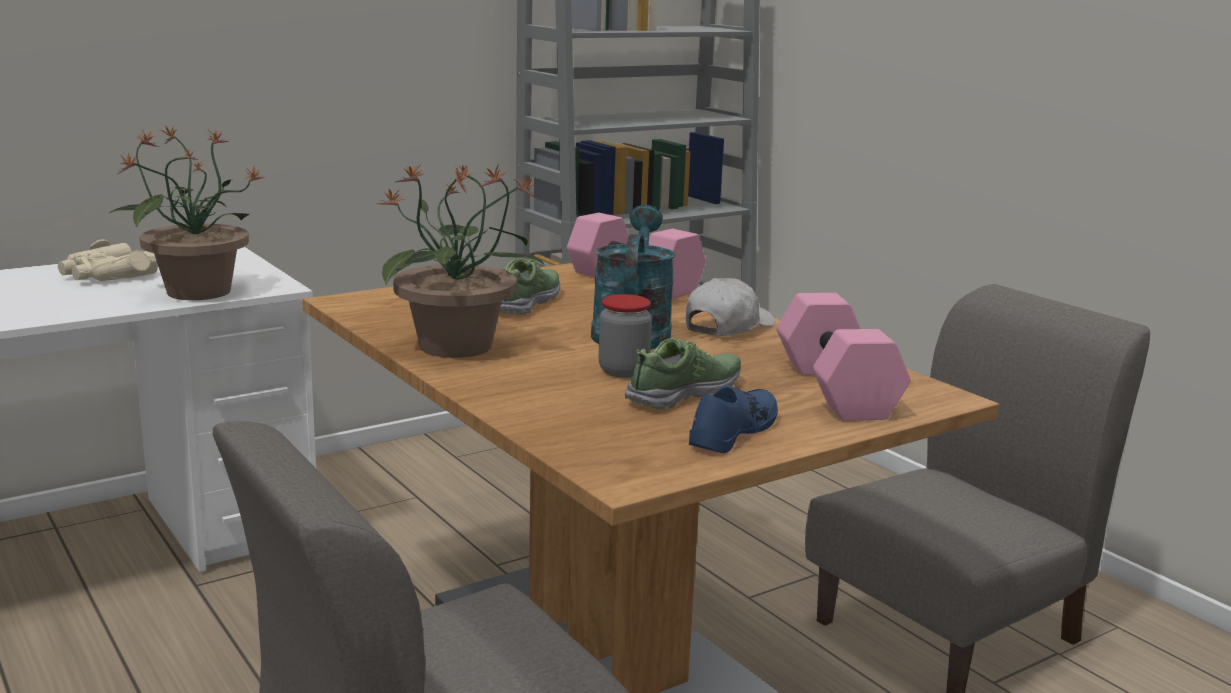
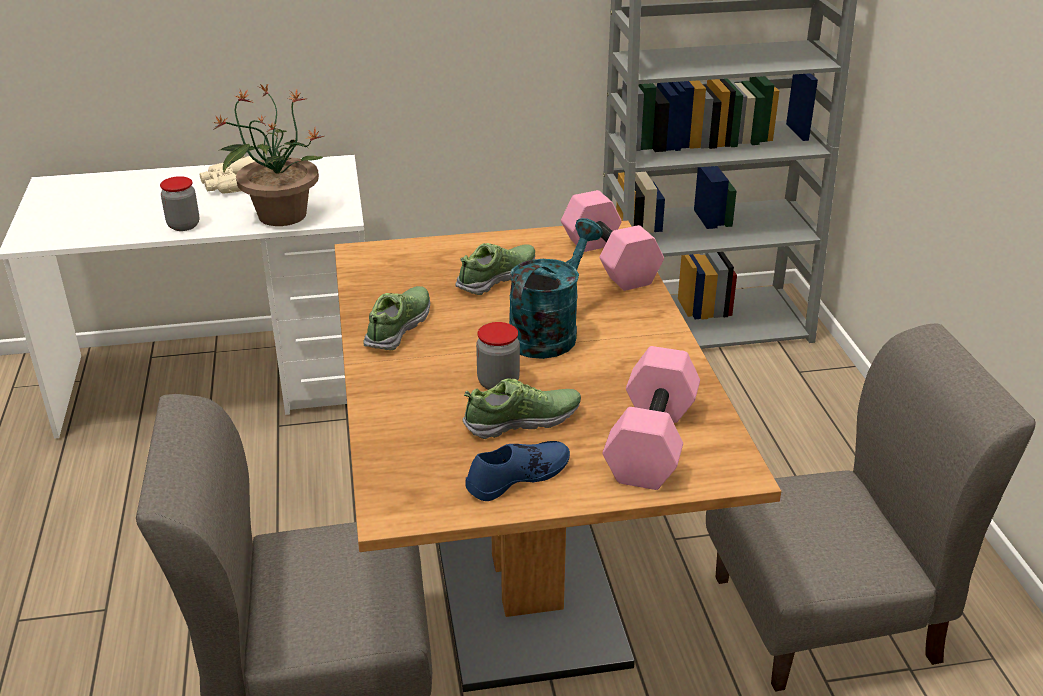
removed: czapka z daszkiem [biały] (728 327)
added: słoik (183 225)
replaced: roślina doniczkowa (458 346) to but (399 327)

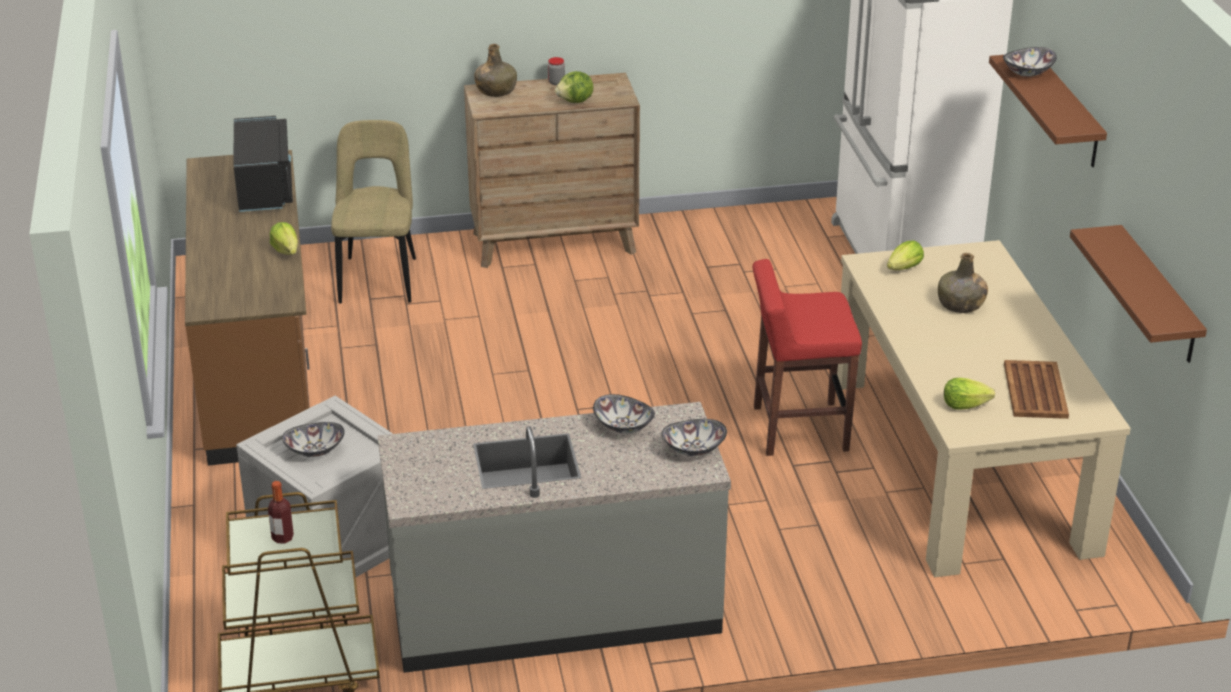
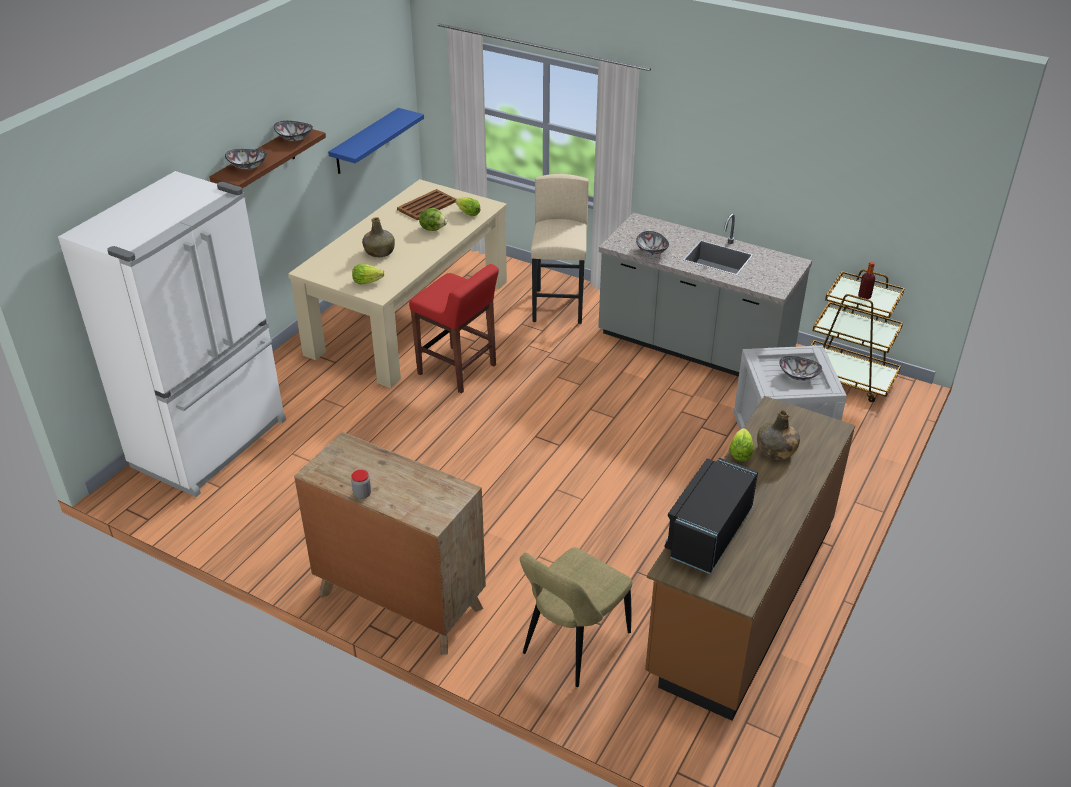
added: stołek [beżowy] (559 306)
moved: butelka [zielony] (496 91) to (775 450); sałata (575 101) to (433 228); miska (693 449) to (294 138)
recoloured: półka [brązowy] (1158 296) to półka [niebieski] (365 142)

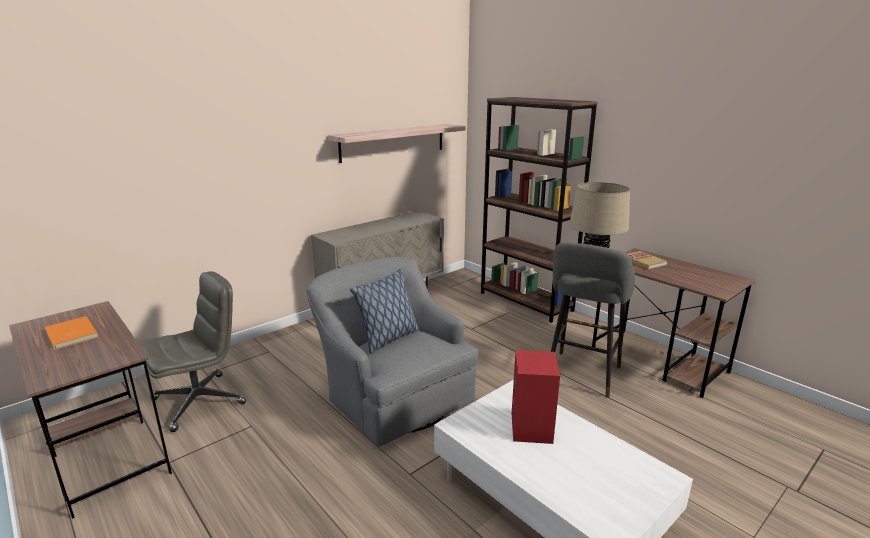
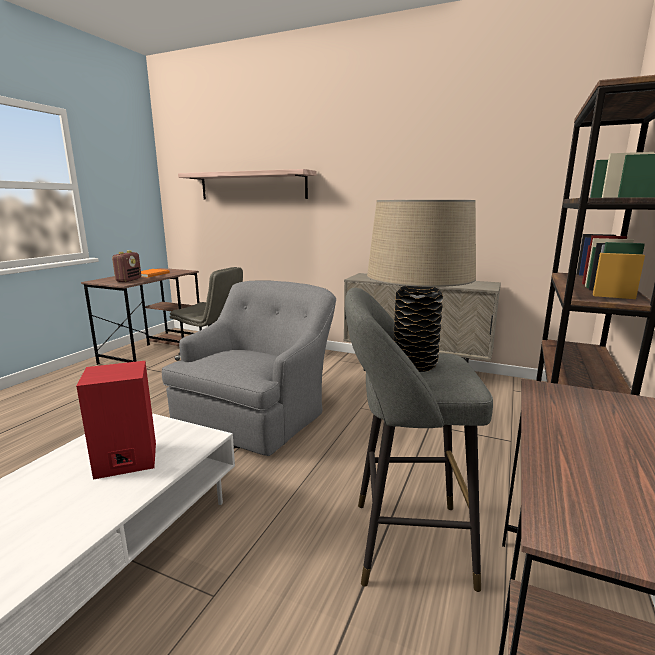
removed: poduszka (388 339); książka (643 262)
added: radio (129 280)
moved: półka (393 142) to (252 186)

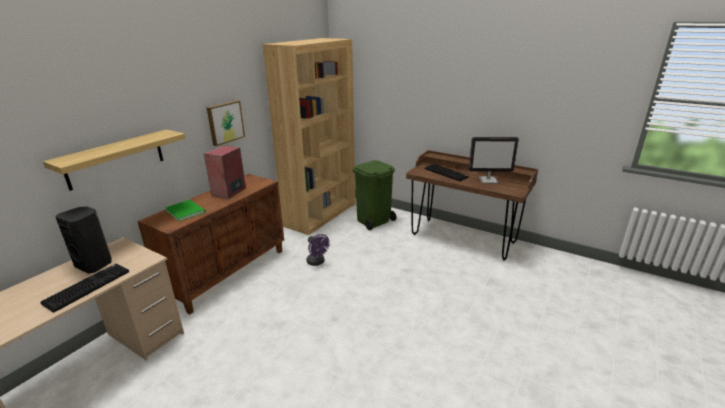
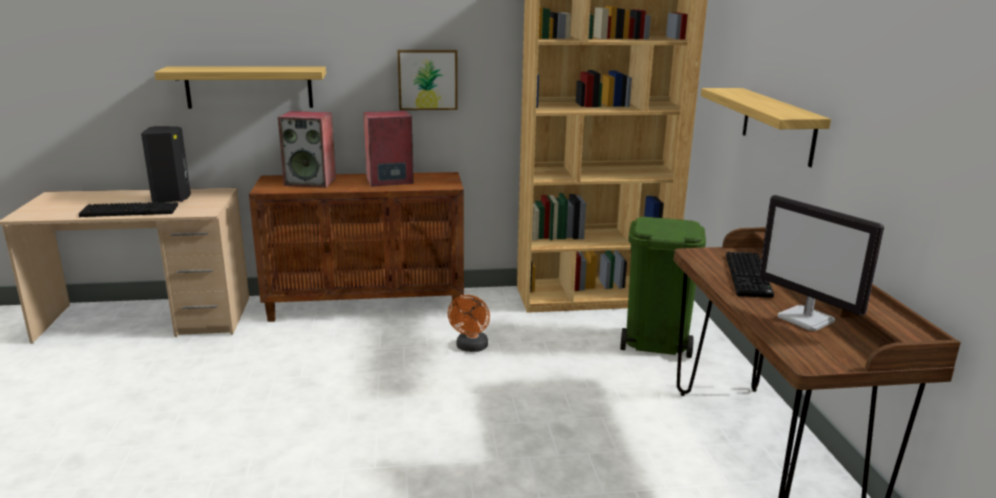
added: półka (778 125)
replaced: książka [zielony] (185 210) to głośnik (311 182)
recoloured: wentylator [fioletowy] (317 262) to wentylator [pomarańczowy] (471 348)

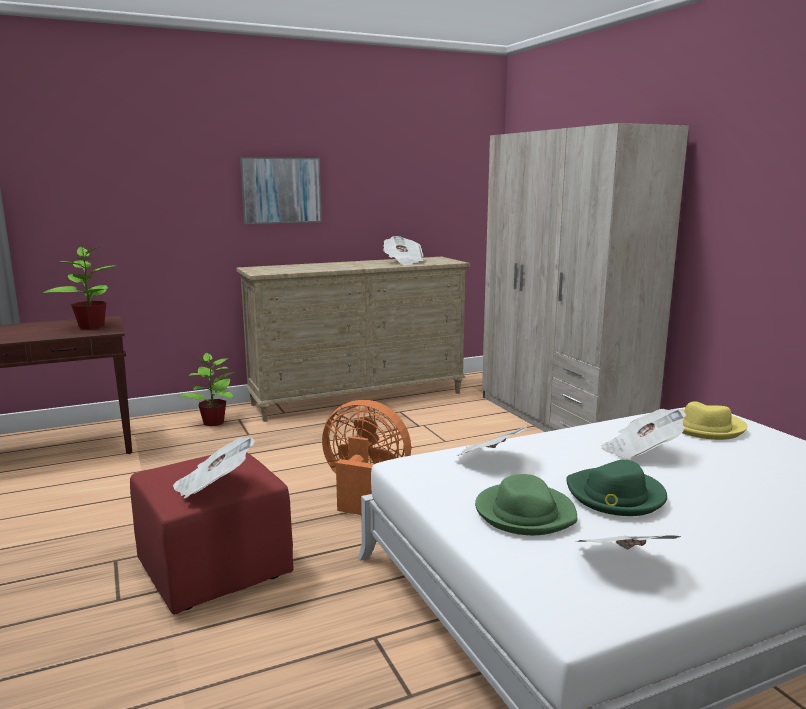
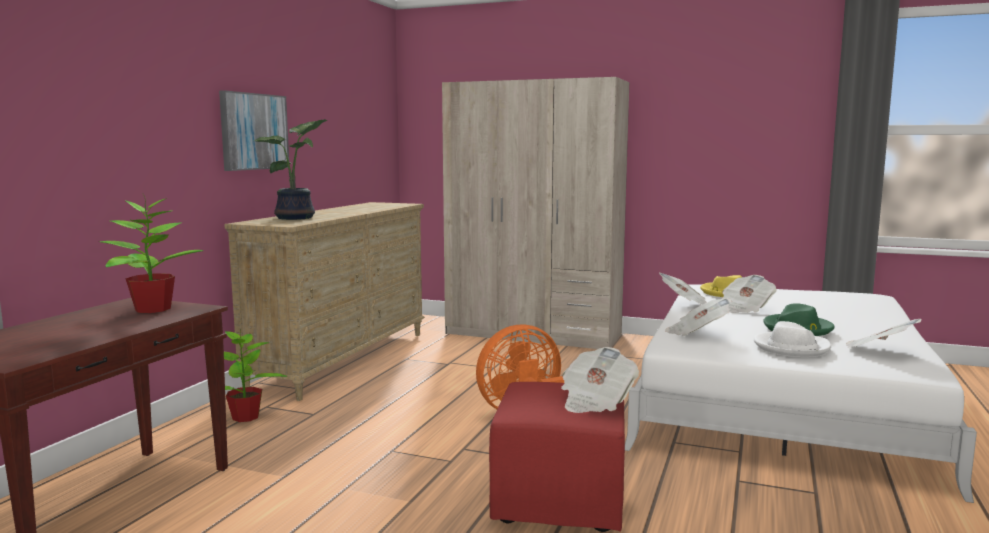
added: roślina doniczkowa (297 218)
moved: gazeta (403 262) to (684 303)
recoloured: kapelusz [zielony] (525 513) to kapelusz [biały] (791 347)

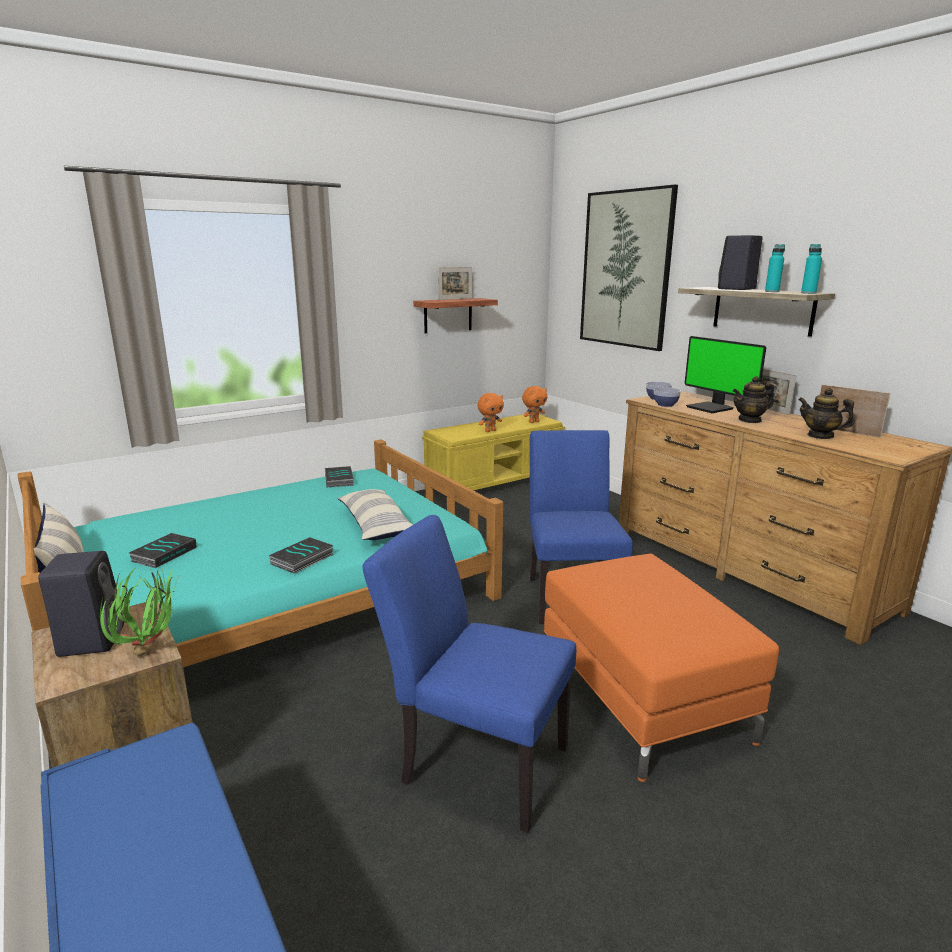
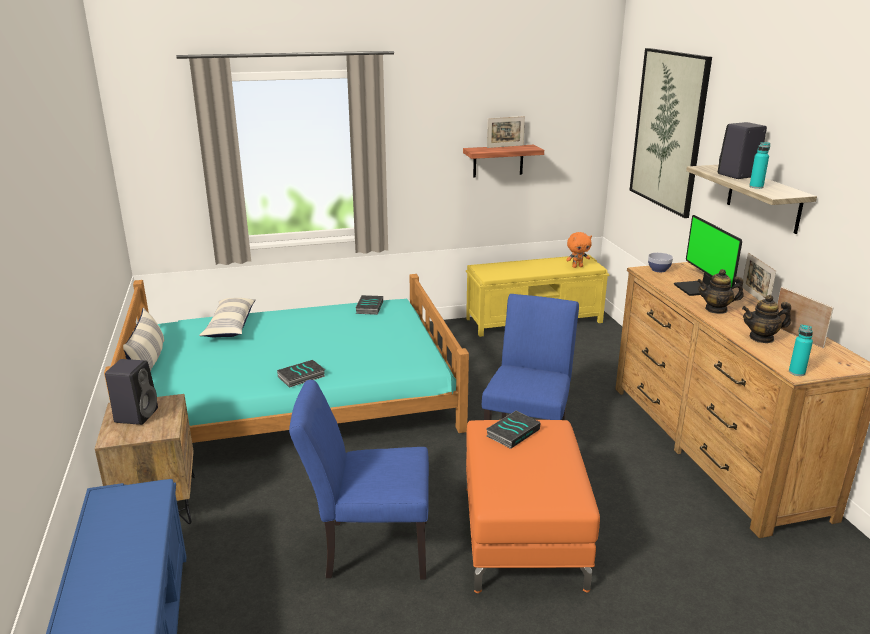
removed: roślina doniczkowa (154 650); pluszak [pomarańczowy] (490 431); miska (665 405)
moved: książka (164 554) to (512 432); poduszka (375 525) to (230 325); butelka [turkusowy] (808 293) to (796 372)
turned: krzesło [niebieski] (473 760) = (368 548) 45 degrees counterclockwise; imbryk (820 436) = (761 338) 60 degrees counterclockwise

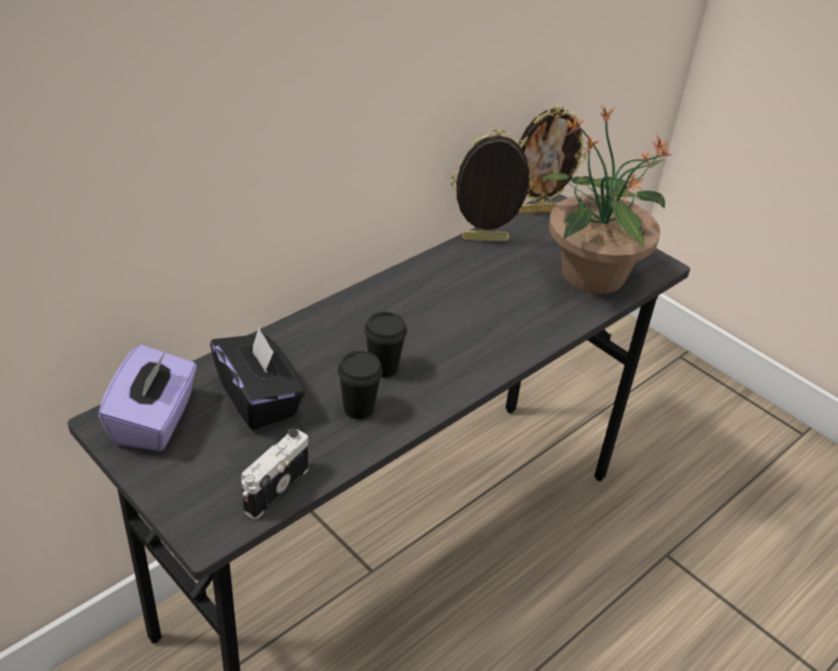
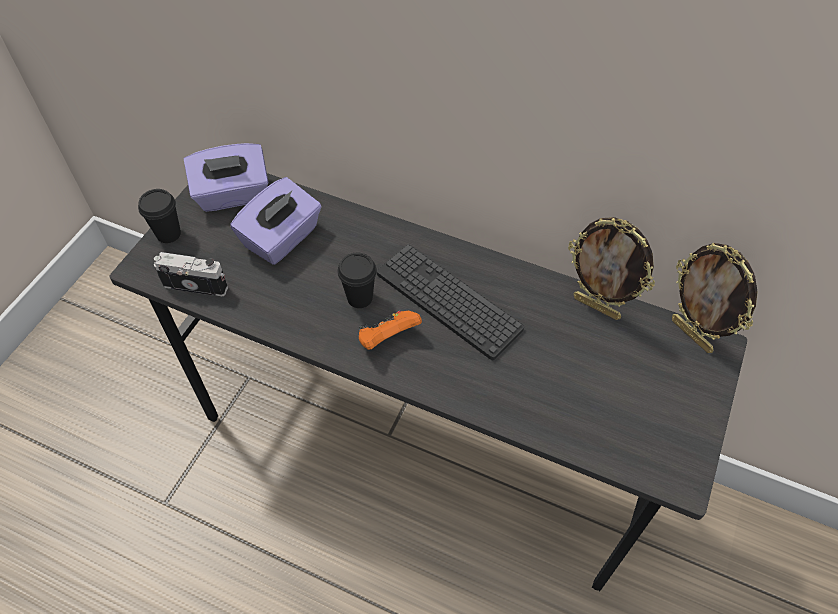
removed: roślina doniczkowa (591 275)
added: pad do gier [pomarańczowy] (387 339); klawiatura (448 301)
moved: filiżanka [czarny] (358 409) to (168 234)
recoloured: pudełko chusteczek [czarny] (259 399) to pudełko chusteczek [fioletowy] (282 238)
turned: ramka na zdjęcie (484 241) = (597 307) 150 degrees clockwise

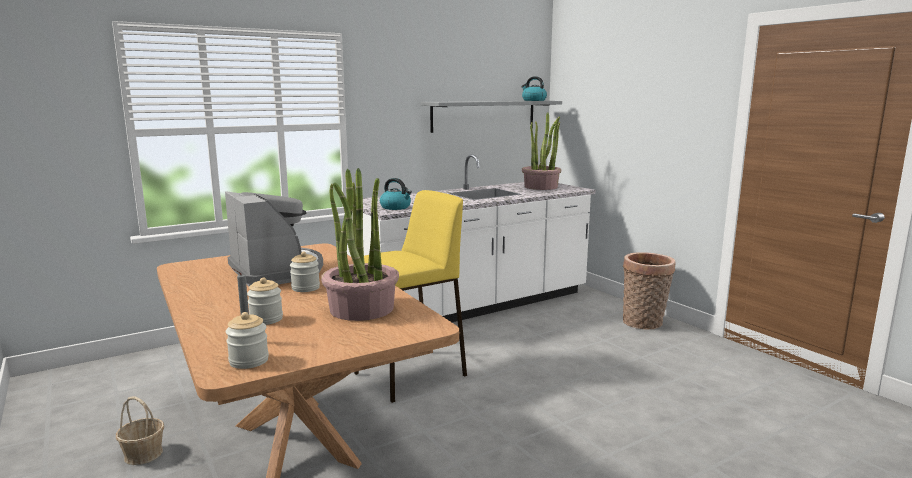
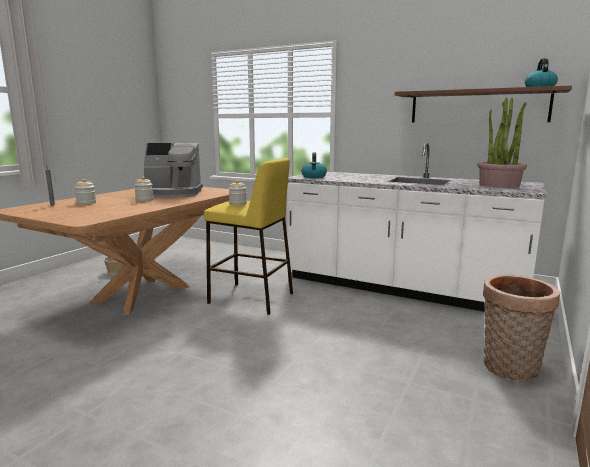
removed: roślina doniczkowa (361 309)
moved: słoik (249 361) to (237 204)
recoloured: półka [szary] (484 115) to półka [brązowy] (478 107)
turned: ekspres do kawy (277 271) = (172 193) 60 degrees clockwise

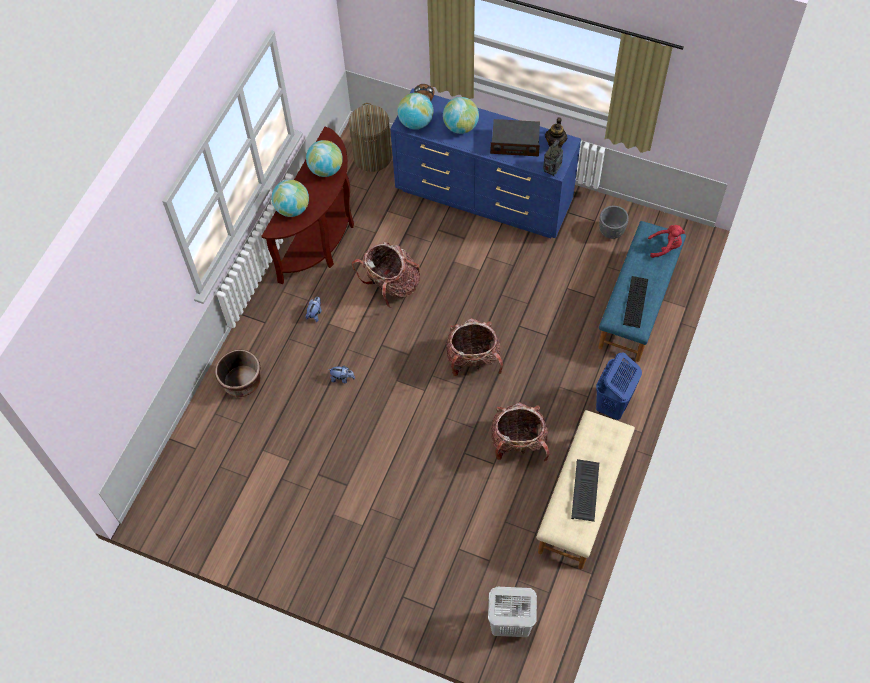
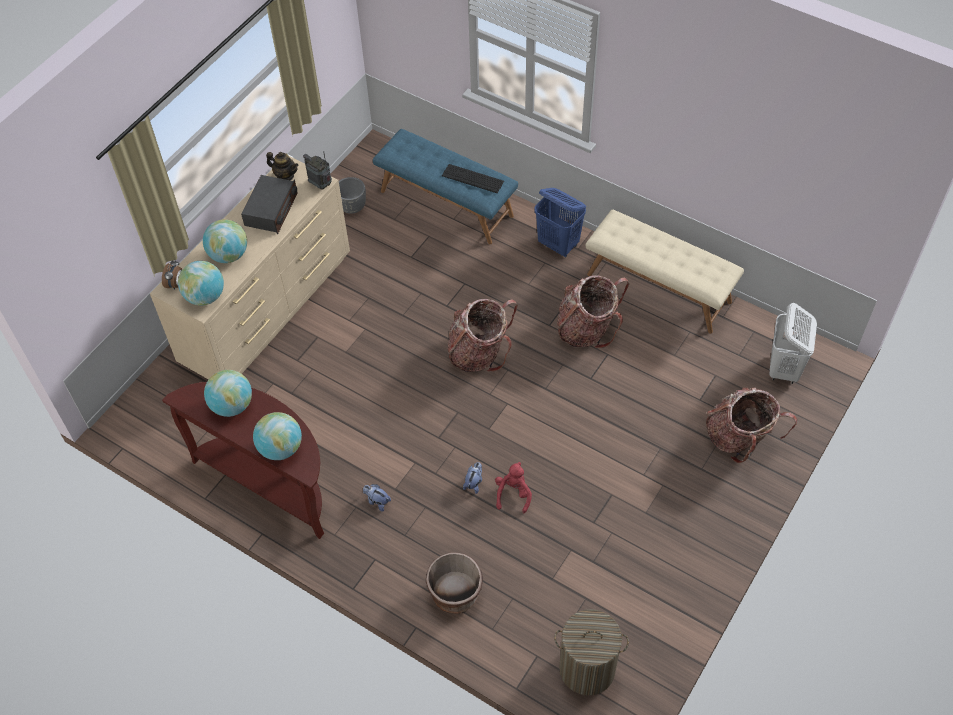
removed: klawiatura (585 491)
moved: kosz na pranie (372 157) to (587 668); plecak (391 286) to (740 438); pluszak [czerwony] (665 247) to (513 494)
recoloured: komoda [niebieski] (484 198) to komoda [beżowy] (268 310)

